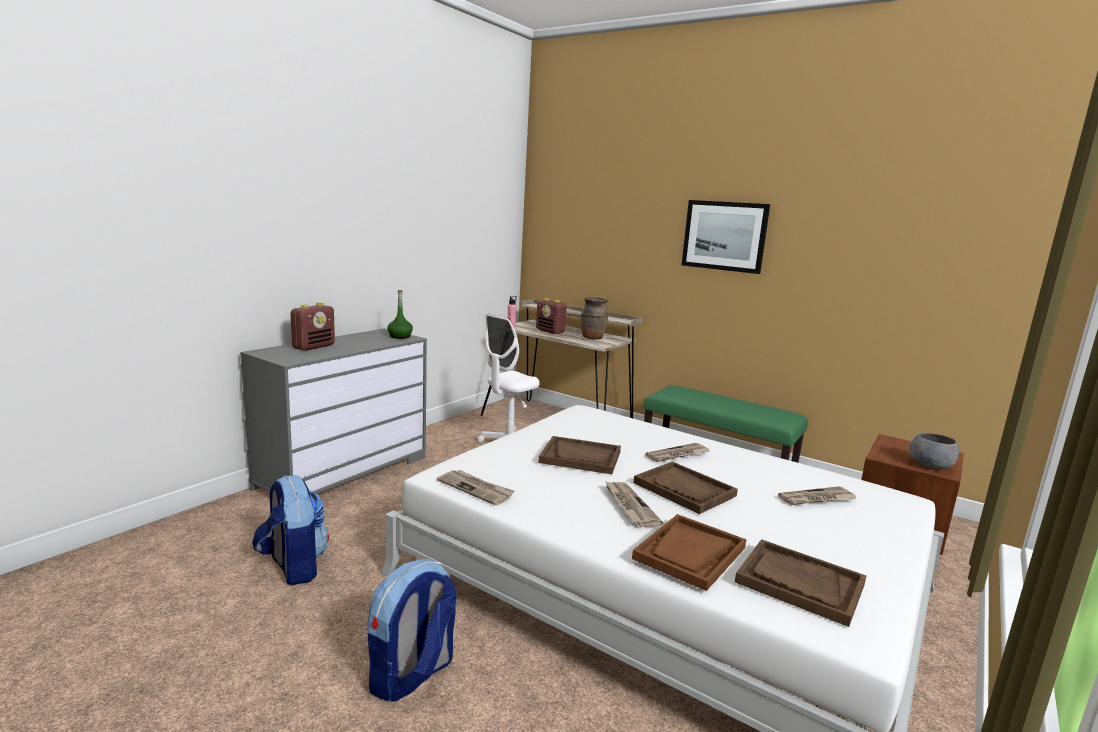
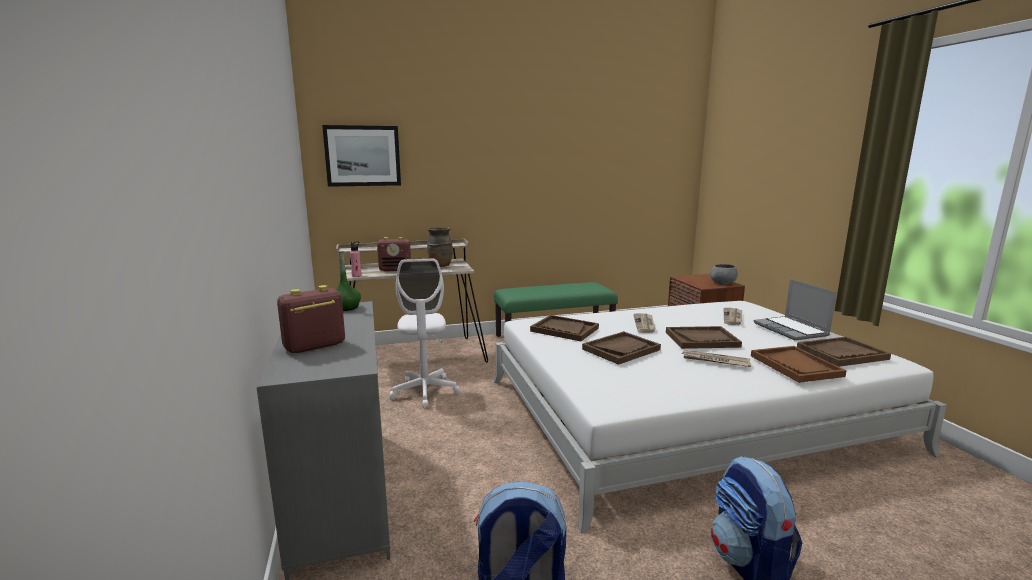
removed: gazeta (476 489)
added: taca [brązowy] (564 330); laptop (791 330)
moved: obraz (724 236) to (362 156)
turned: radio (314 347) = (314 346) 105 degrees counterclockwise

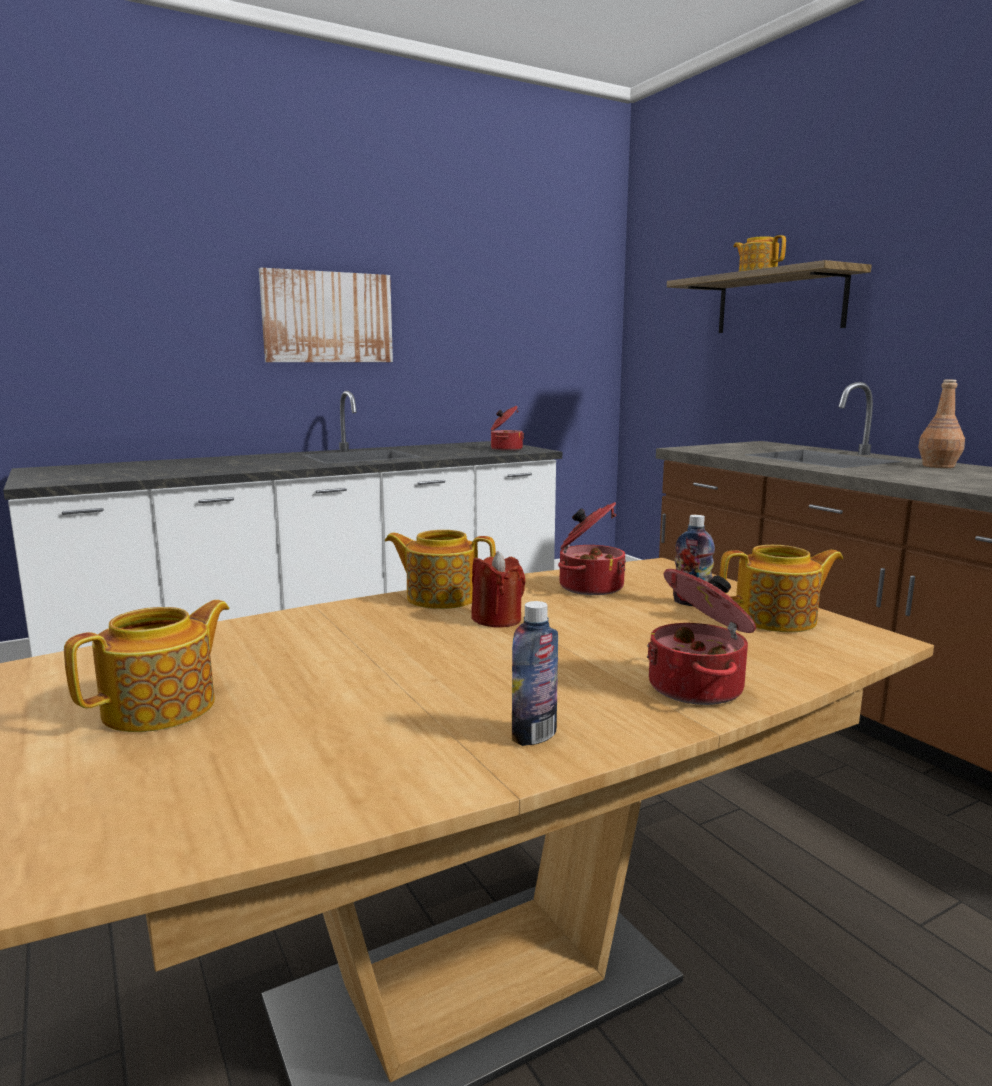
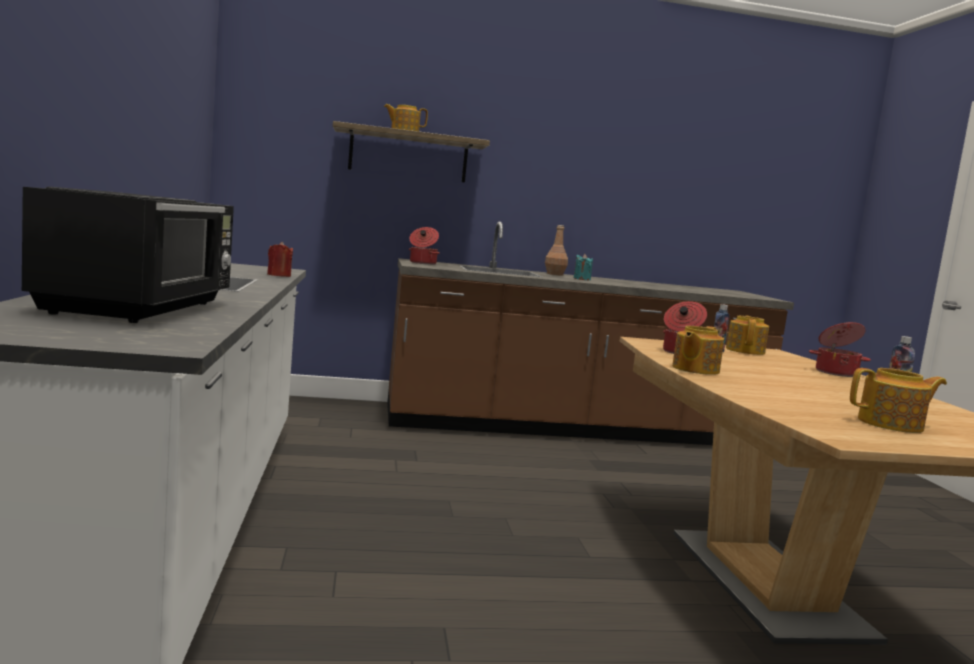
removed: obraz (327 317)
added: mikrofalówka [czarny] (141 308); świeca [turkusowy] (581 279)
moved: świeca [czerwony] (497 619) to (279 275); garnek (505 449) to (422 263)
turned: imbryk (163 707) = (892 424) 120 degrees clockwise

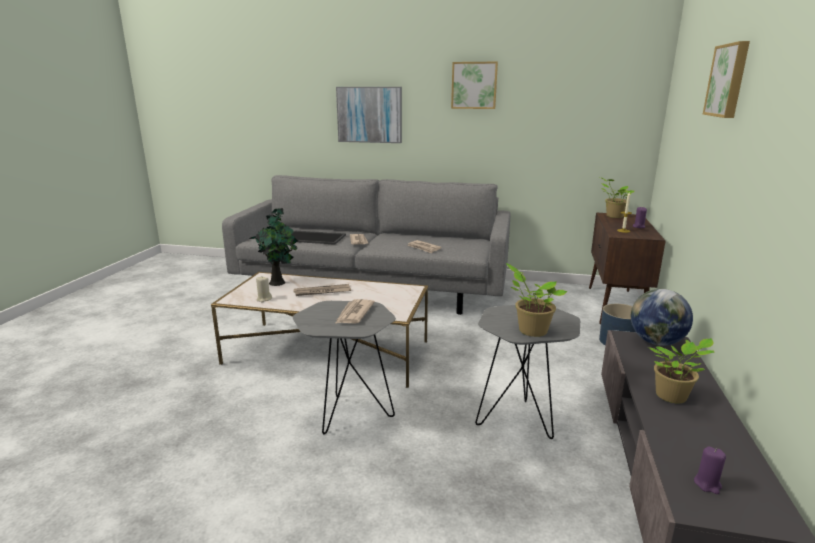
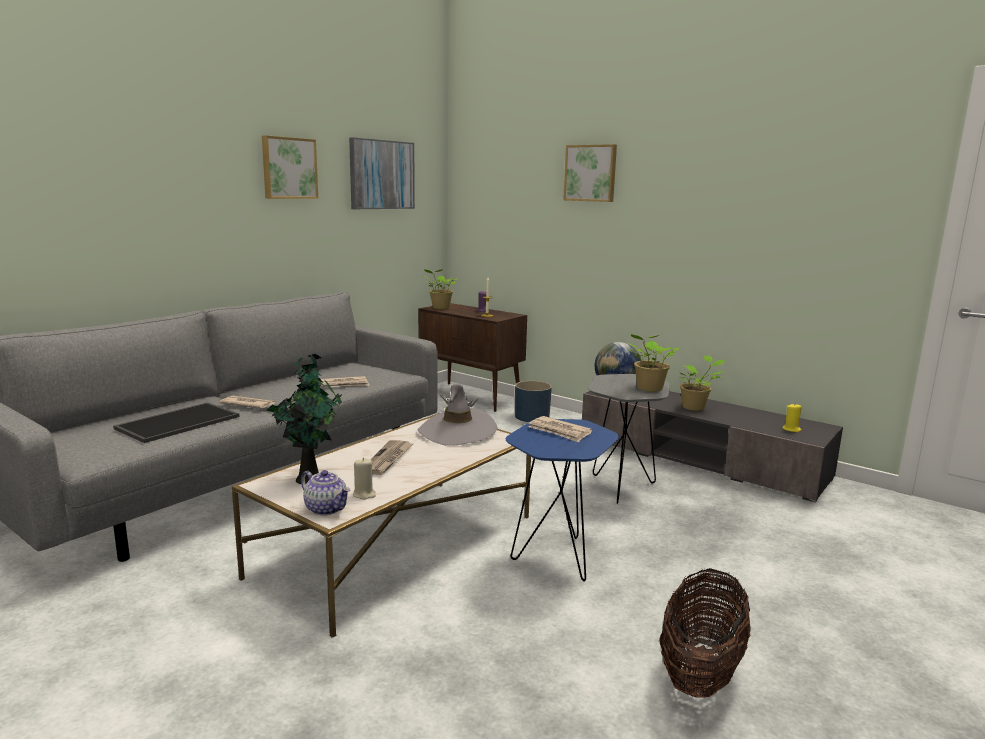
added: imbryk (327 509); kapelusz [szary] (457 431); koszyk (700 671)
moved: obraz (369 114) to (381 175)
recoloured: stolik [szary] (348 415) to stolik [niebieski] (556 560); świeca [fioletowy] (707 484) to świeca [żółty] (791 429)

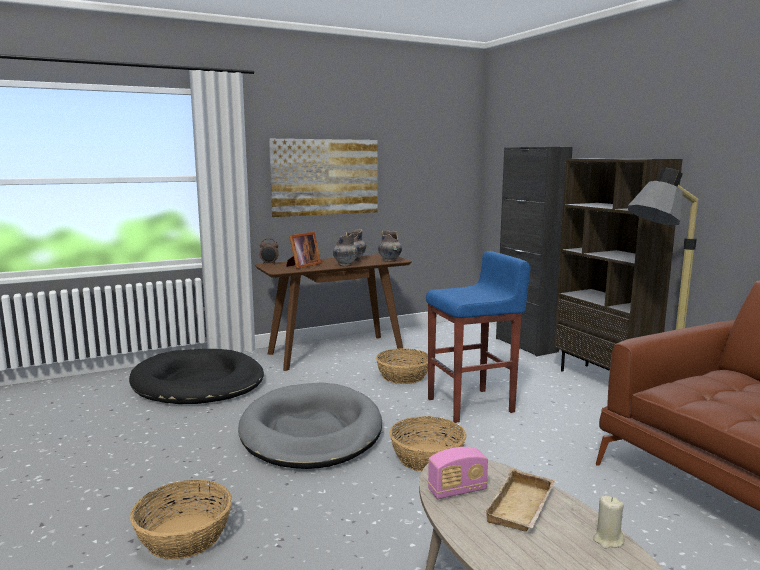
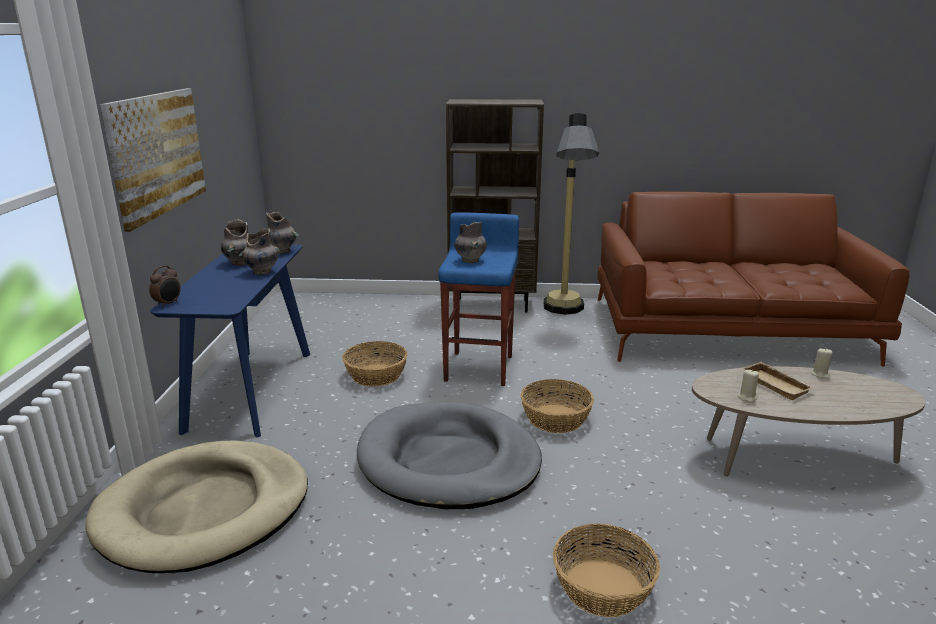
removed: ramka na zdjęcie (302 266); szafka [czarny] (526 345)
added: wazon [szary] (470 260)
replaced: radio (457 491) to świeca [beżowy] (747 397)
recoloured: legowisko [czarny] (198 383) to legowisko [beżowy] (205 510); stolik konsolowy [brązowy] (336 352) to stolik konsolowy [niebieski] (251 389)

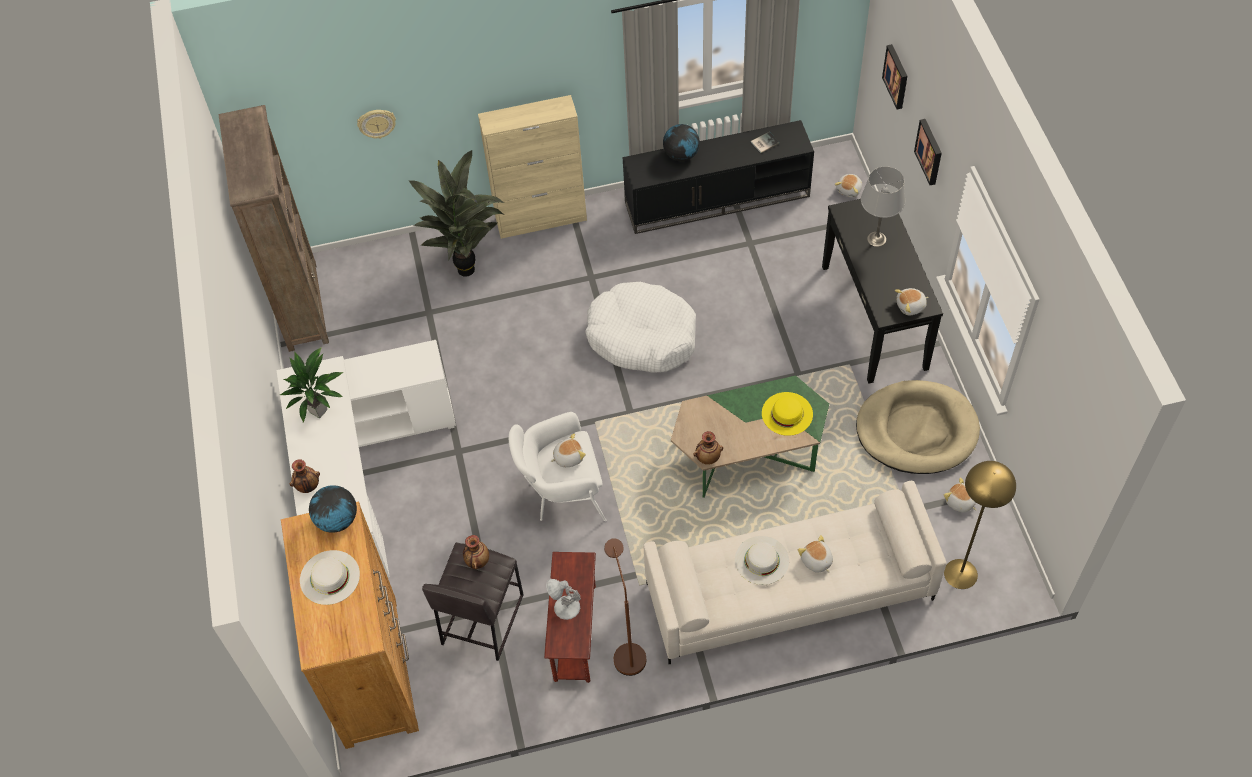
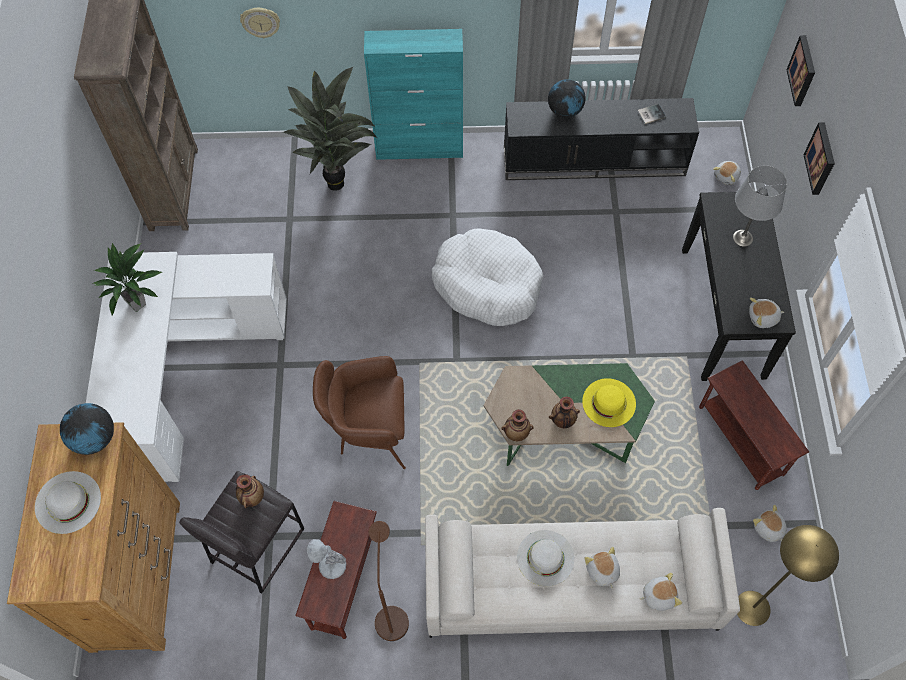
moved: wazon (308 486) to (563 420); pluszak (568 457) to (658 595)
replaced: legowisko [beżowy] (916 430) to stolik [brązowy] (740 441)
recoloured: szafka [beżowy] (541 219) to szafka [turkusowy] (420 147); fotel [biały] (562 494) to fotel [brązowy] (369 431)

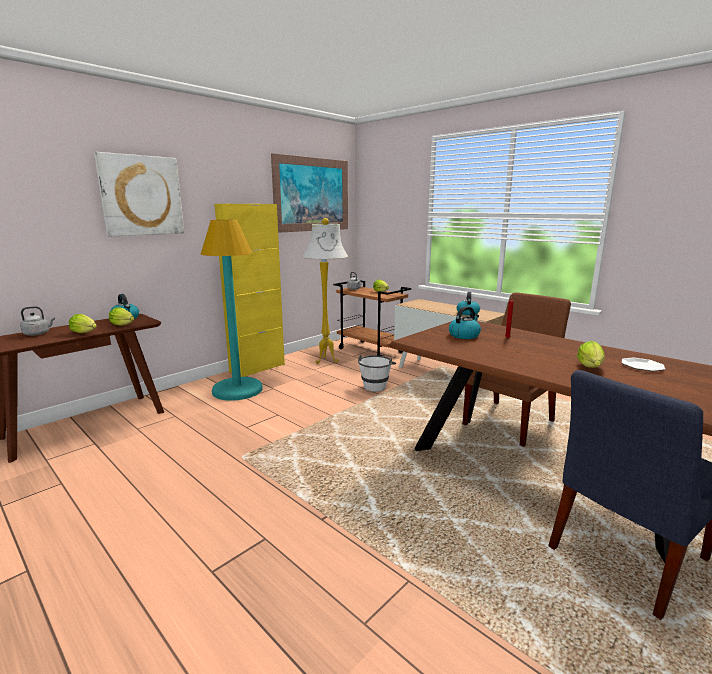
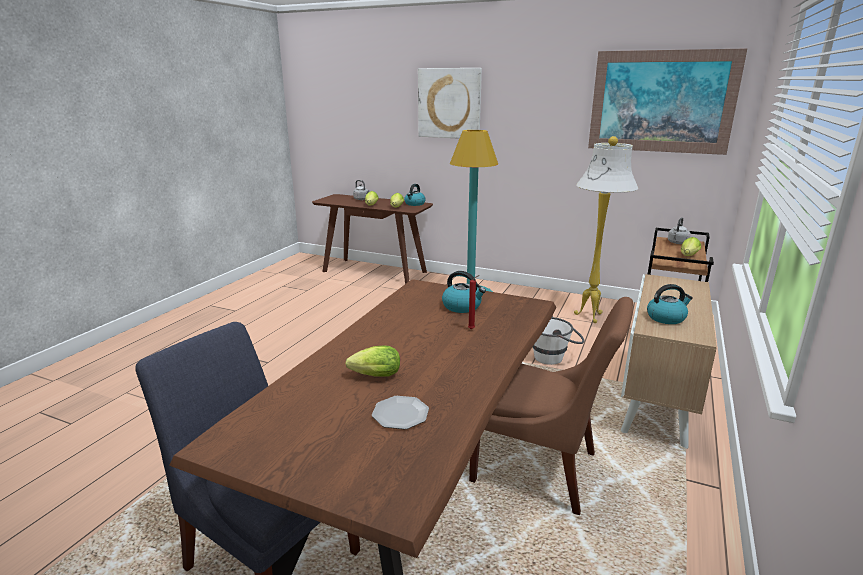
removed: szafka [żółty] (257 368)

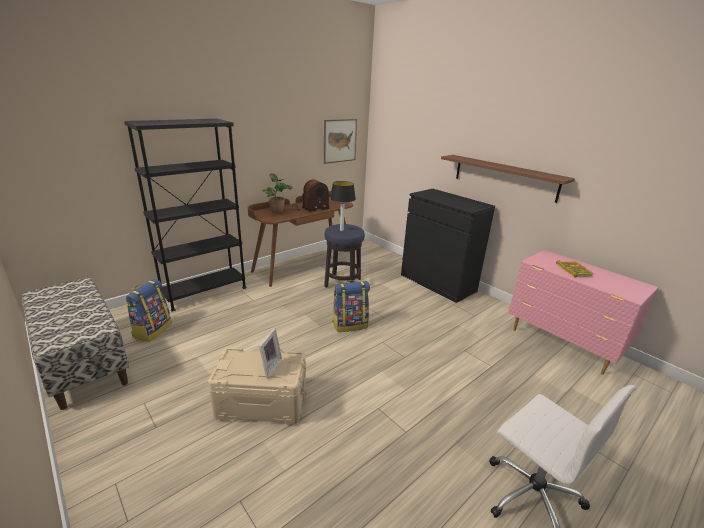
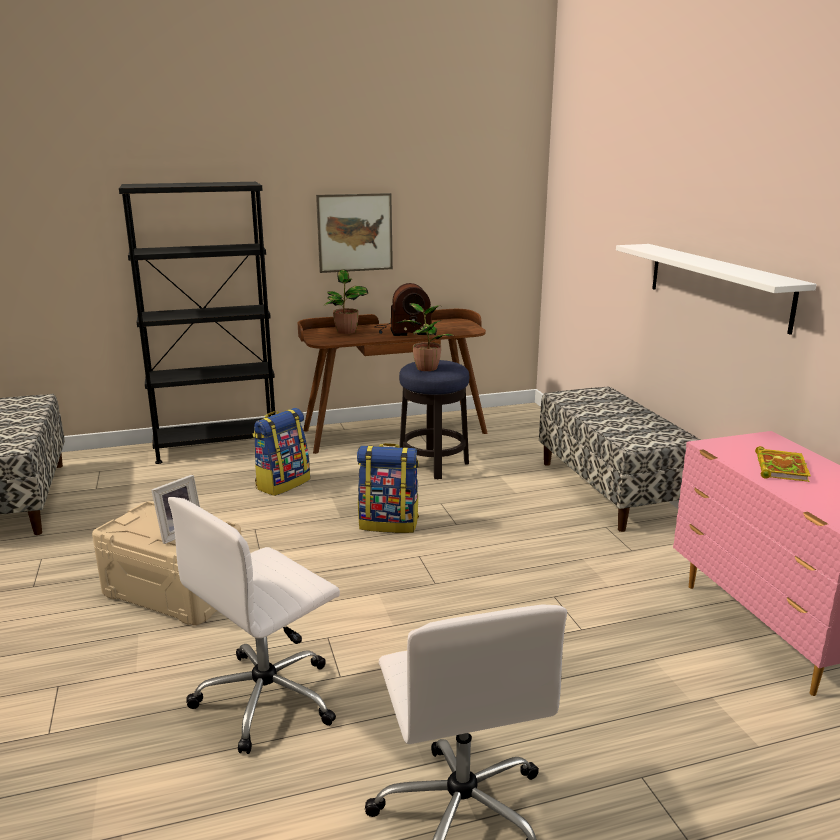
added: krzesło biurowe [biały] (268 698)
moved: plecak (152 330) to (282 483); obraz (340 141) to (355 232)
replaced: lampa stołowa (341 230) to roślina doniczkowa (425 368); szafka [czarny] (437 283) to ławka (610 490)
recoloured: półka [brązowy] (504 177) to półka [biały] (717 285)

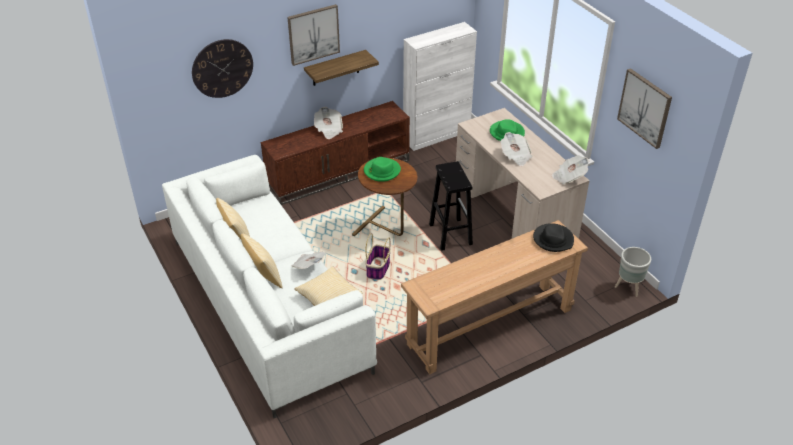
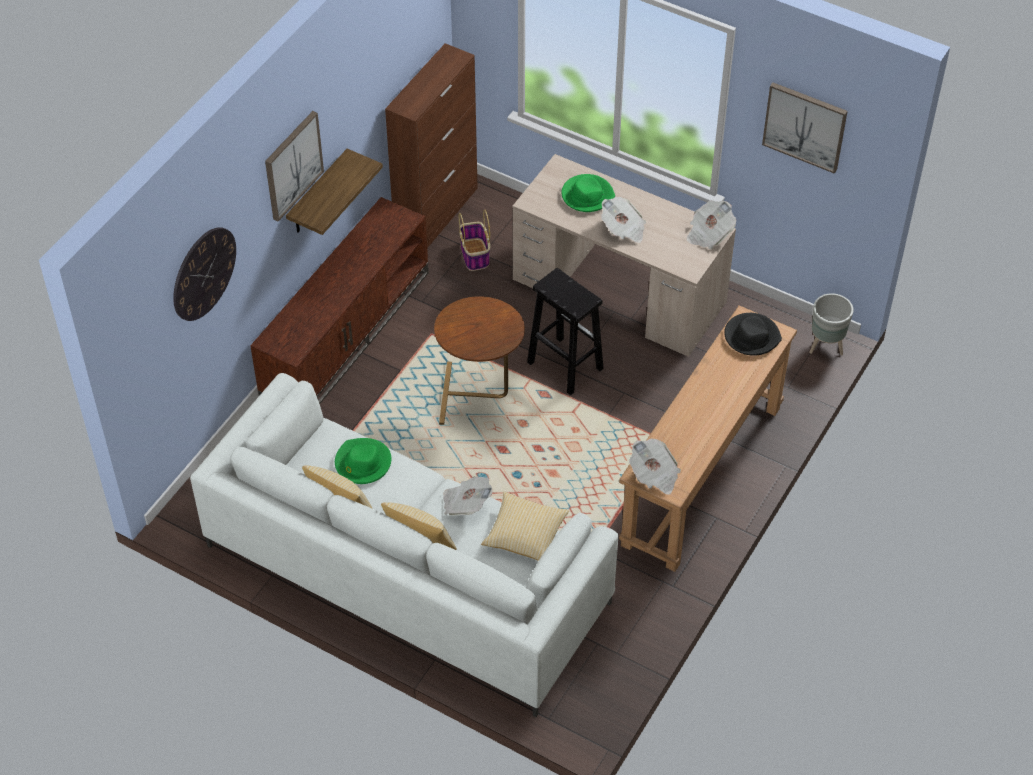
moved: gazeta (328 130) to (654 475); kapelusz [zielony] (381 171) to (362 463); koszyk (378 269) to (475 255)
recoloured: szafka [biały] (437 135) to szafka [brązowy] (437 214)

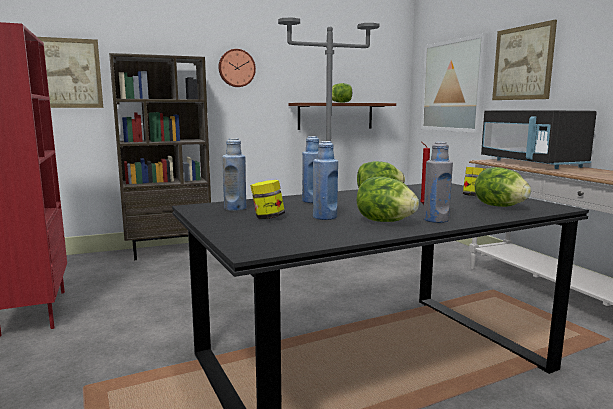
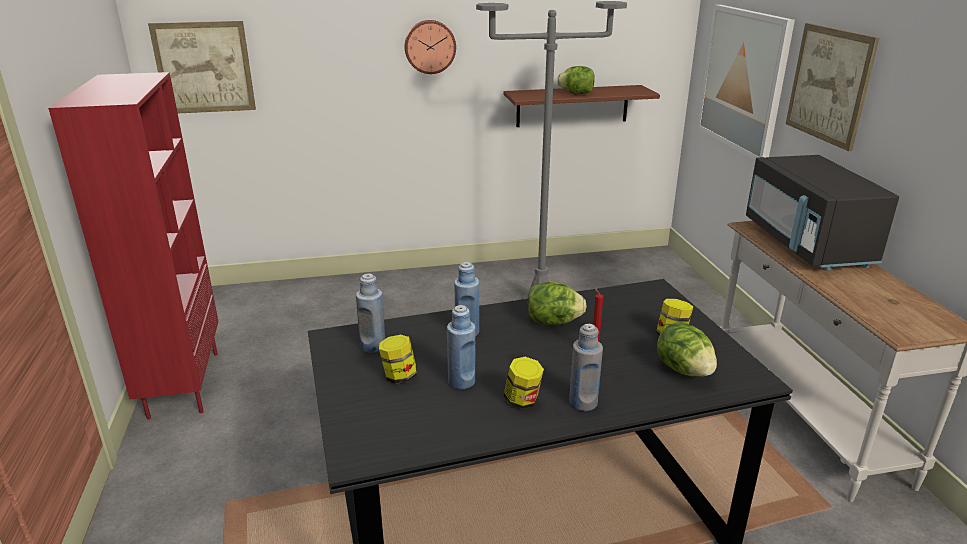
removed: regał [brązowy] (169 251)
replaced: sałata (385 221) to słoik (522 401)

